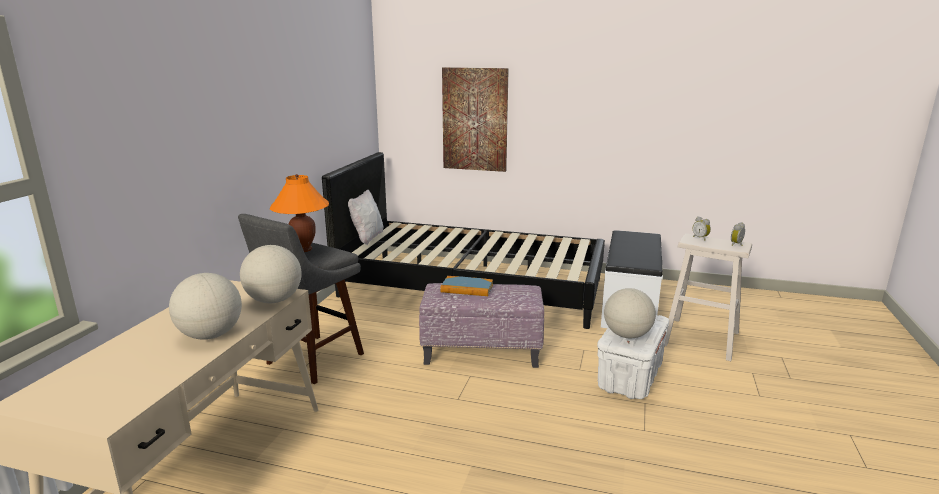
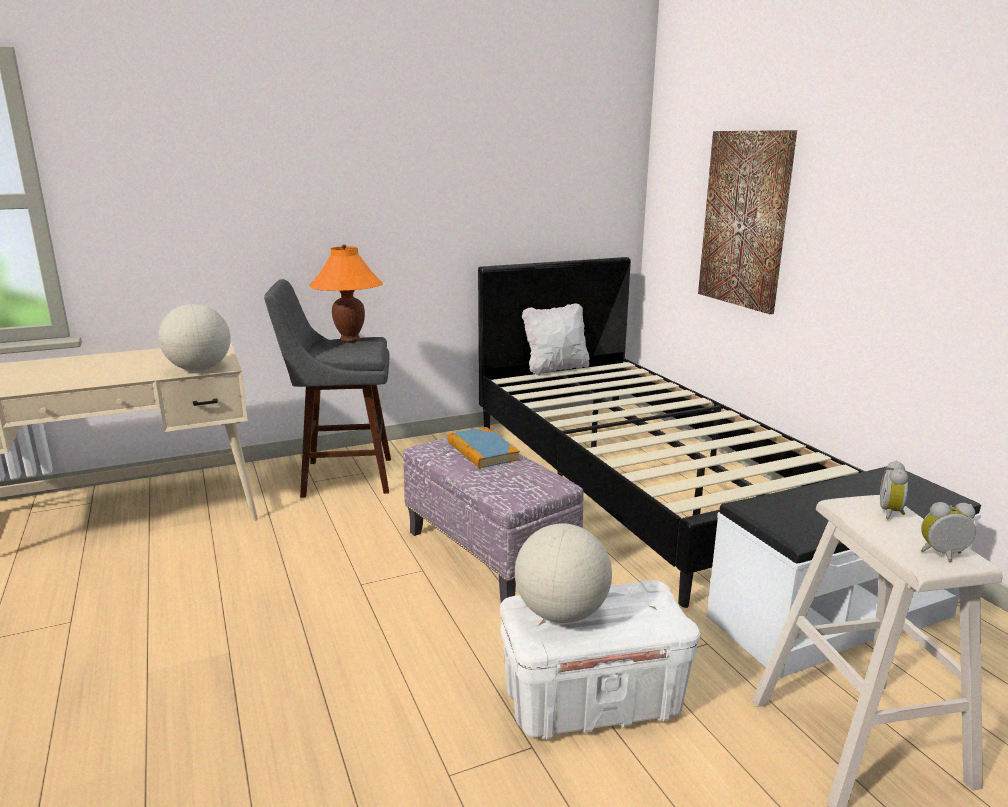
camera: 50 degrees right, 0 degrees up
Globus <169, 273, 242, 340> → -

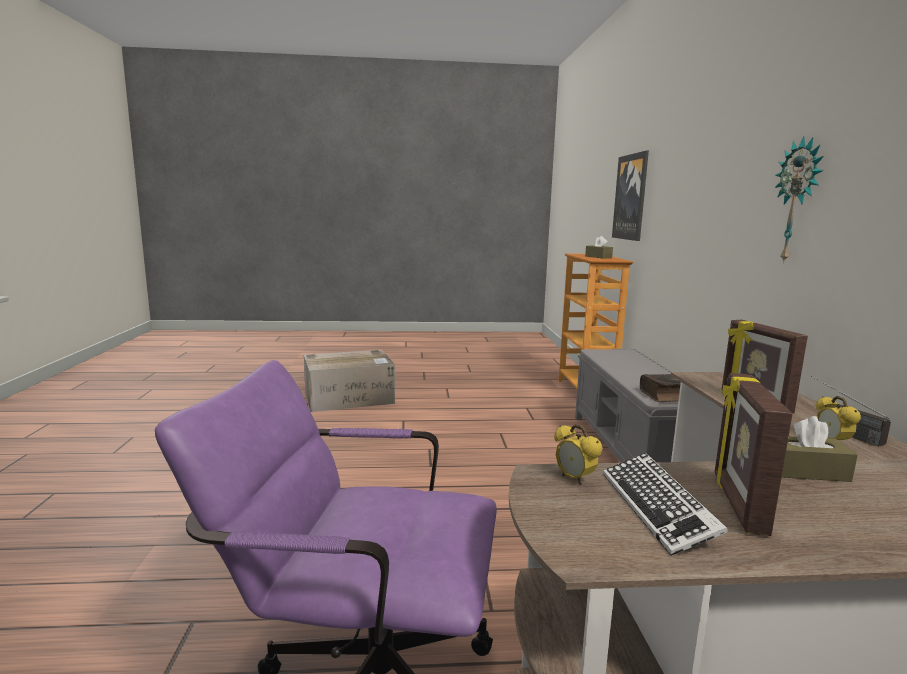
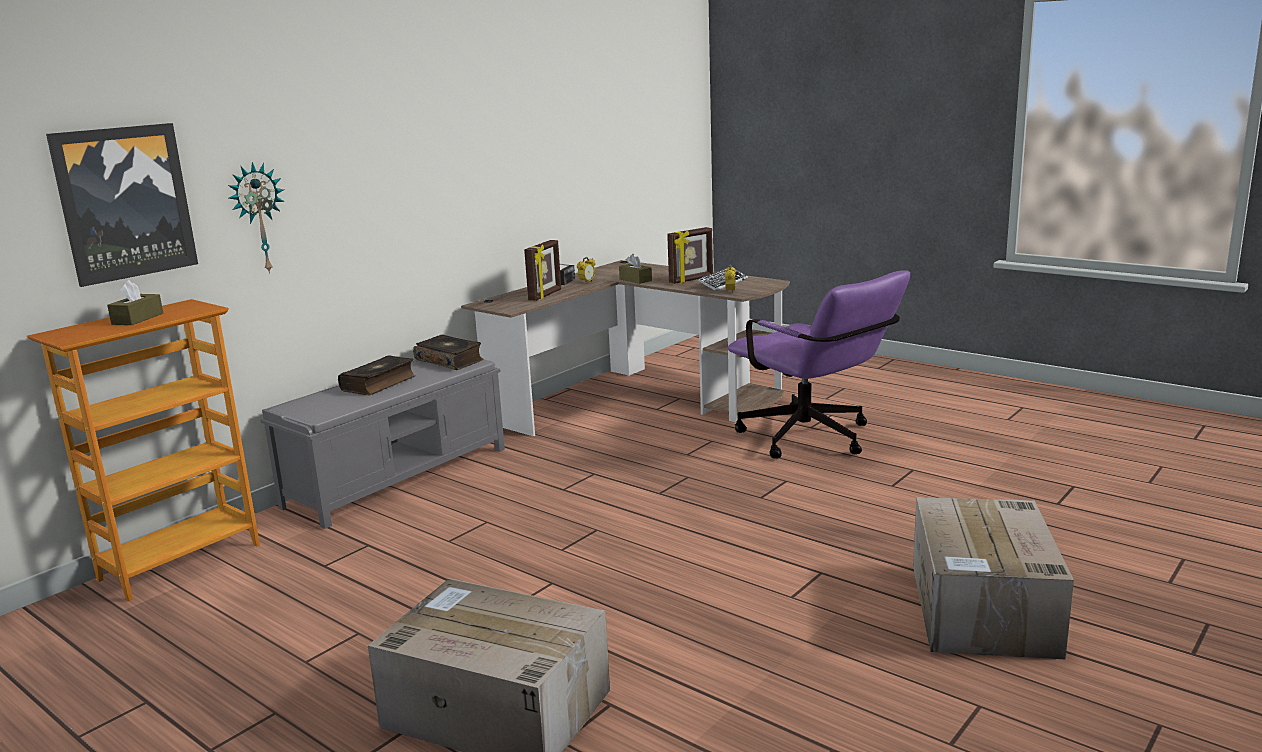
camera: 135 degrees left, 5 degrees up
- → Buch <338, 355, 416, 395>
- → Karton <913, 497, 1074, 660>
Wanduhr <775, 136, 824, 264> → Wanduhr <228, 162, 285, 274>, move

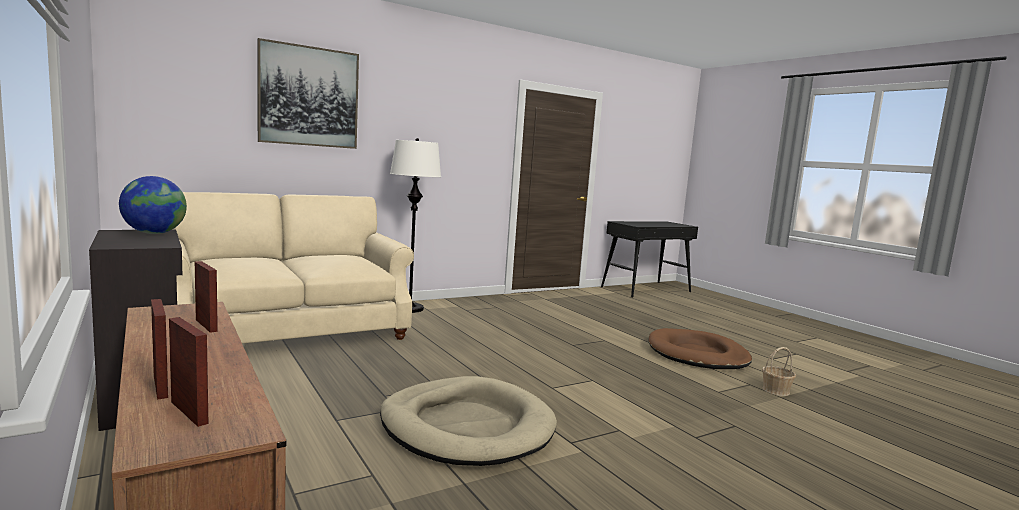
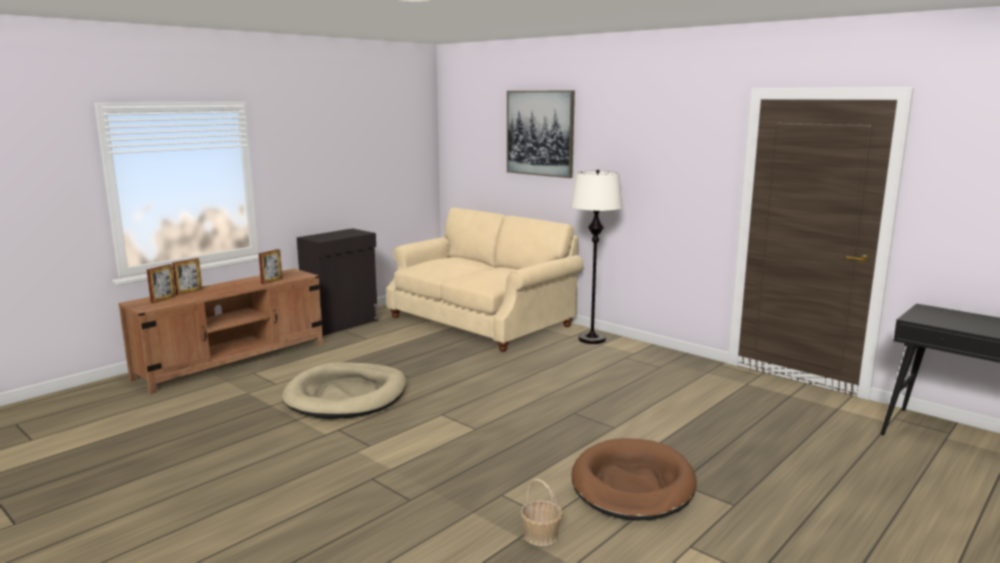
camera: 75 degrees right, 5 degrees up
Globus <119, 176, 187, 234> → -

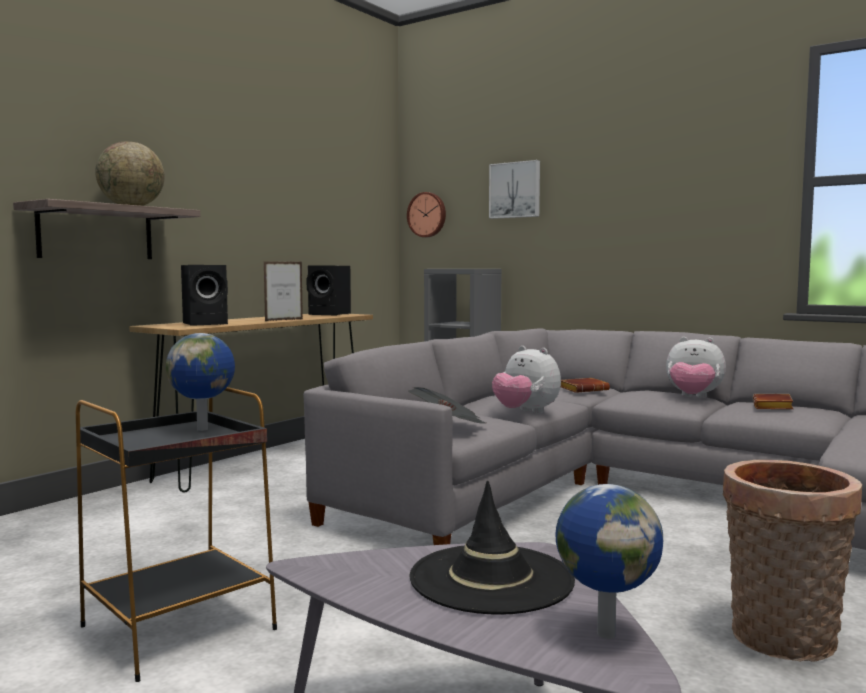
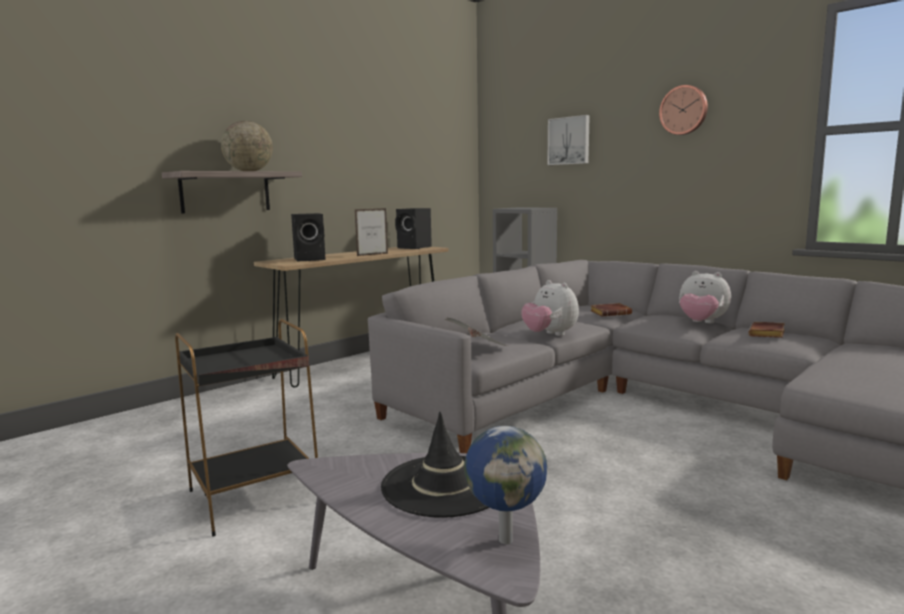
camera: 10 degrees right, 5 degrees up
Globus <166, 333, 235, 431> → -
Korb <723, 460, 862, 662> → -
Wanduhr <407, 192, 446, 237> → Wanduhr <659, 85, 708, 135>, move

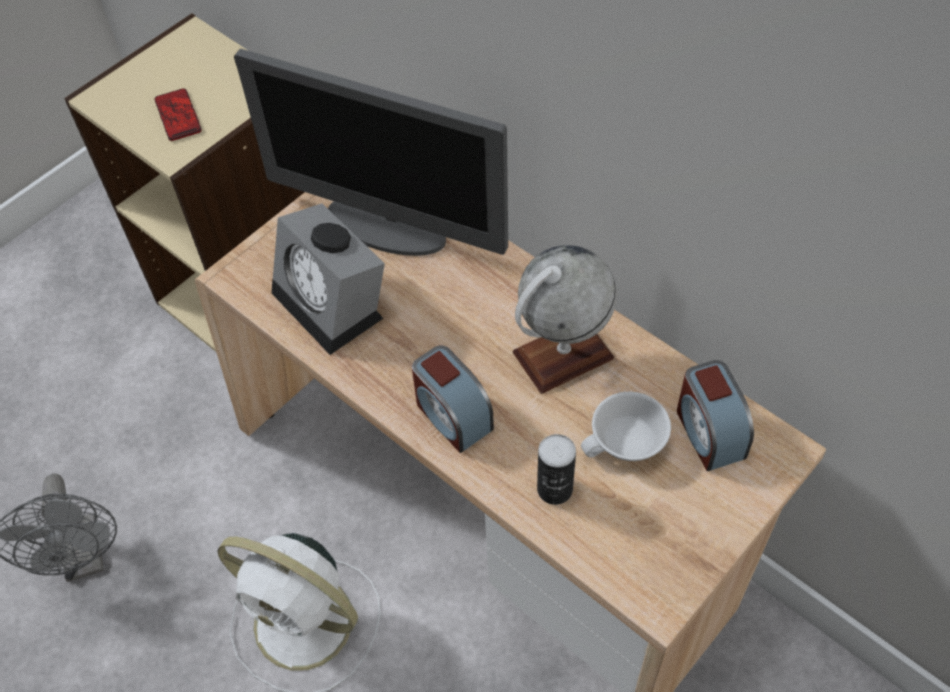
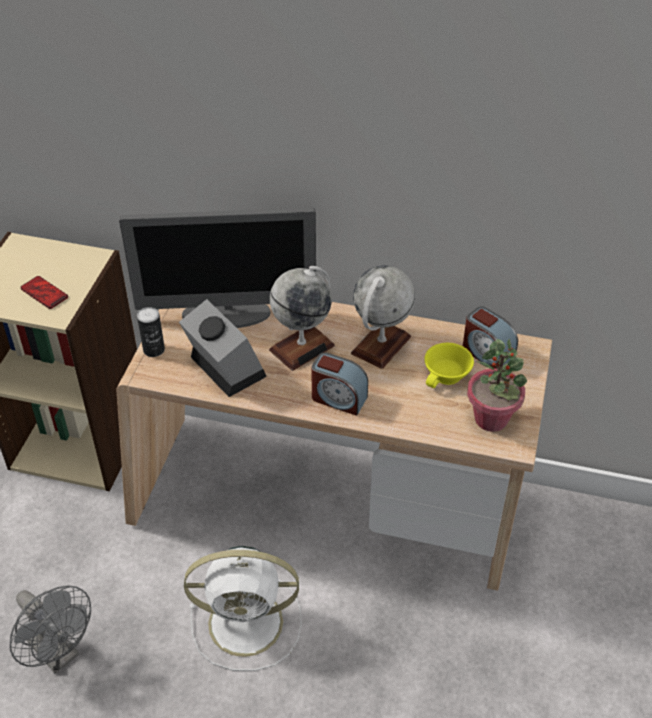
camera: 30 degrees left, 10 degrees down
- → Globus <269, 266, 335, 371>
- → Topfpflanze <467, 339, 527, 432>
Dose <537, 434, 576, 505> → Dose <137, 307, 165, 357>, move
Tasse (weiß) <581, 392, 671, 461> → Tasse (gelb) <424, 343, 474, 388>
Wecker <272, 204, 385, 355> → Wecker <179, 299, 267, 397>, 150 degrees counterclockwise

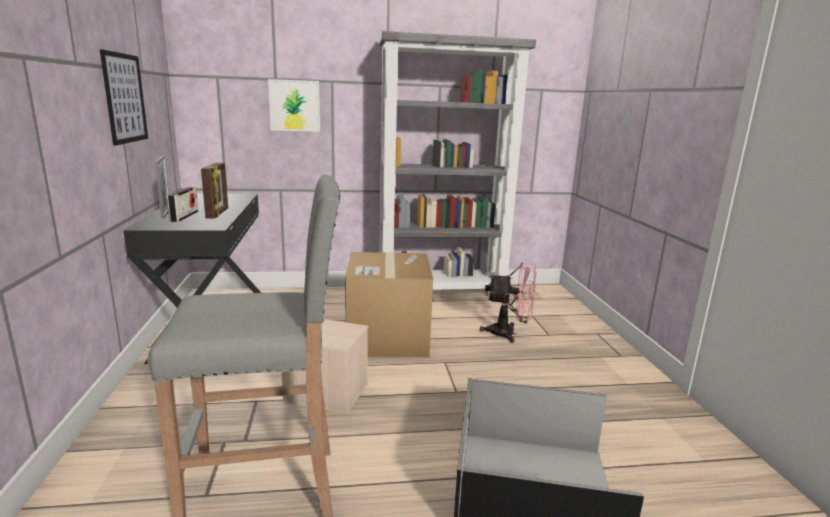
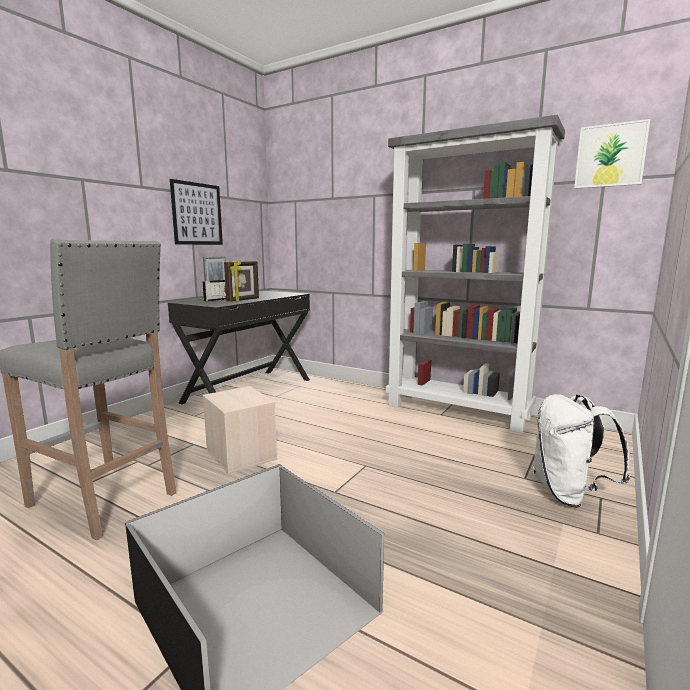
camera: 40 degrees right, 5 degrees down
Karton <345, 252, 433, 357> → -
Ventilator (rosa) <480, 262, 537, 343> → -
- → Rucksack (weiß) <533, 394, 630, 508>
Bild <268, 79, 320, 132> → Bild <574, 119, 650, 189>, move

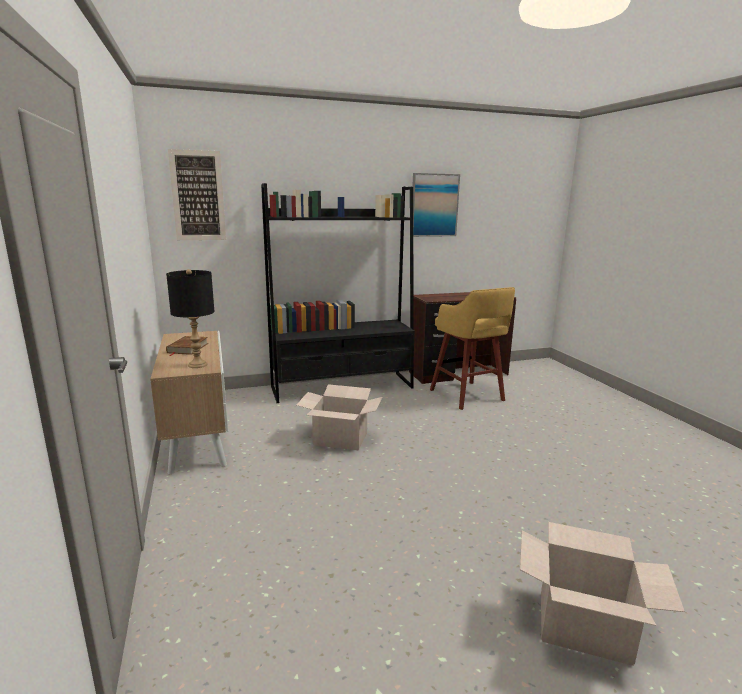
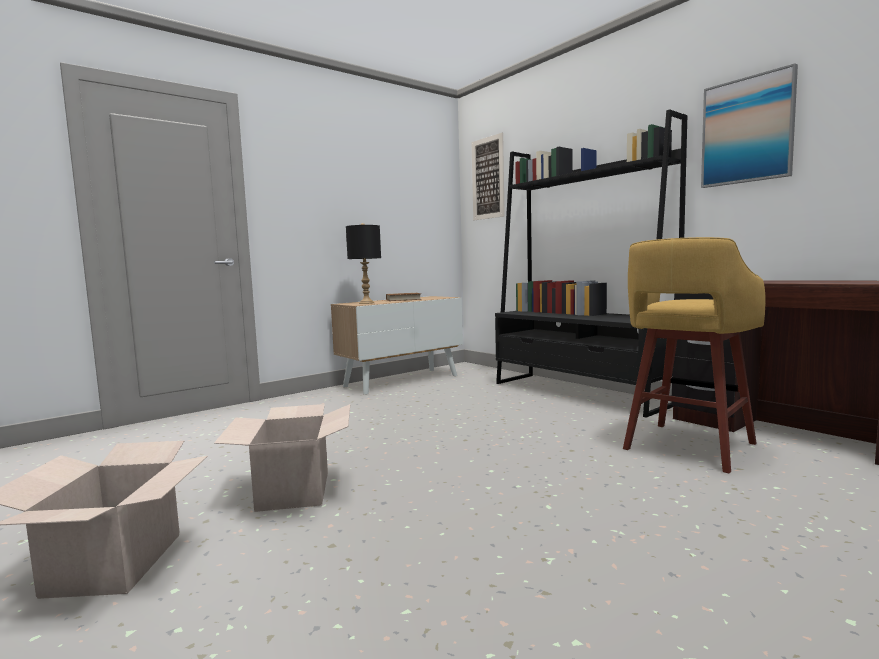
camera: 70 degrees right, 10 degrees down
Karton <297, 384, 383, 450> → Karton <214, 404, 350, 512>, move

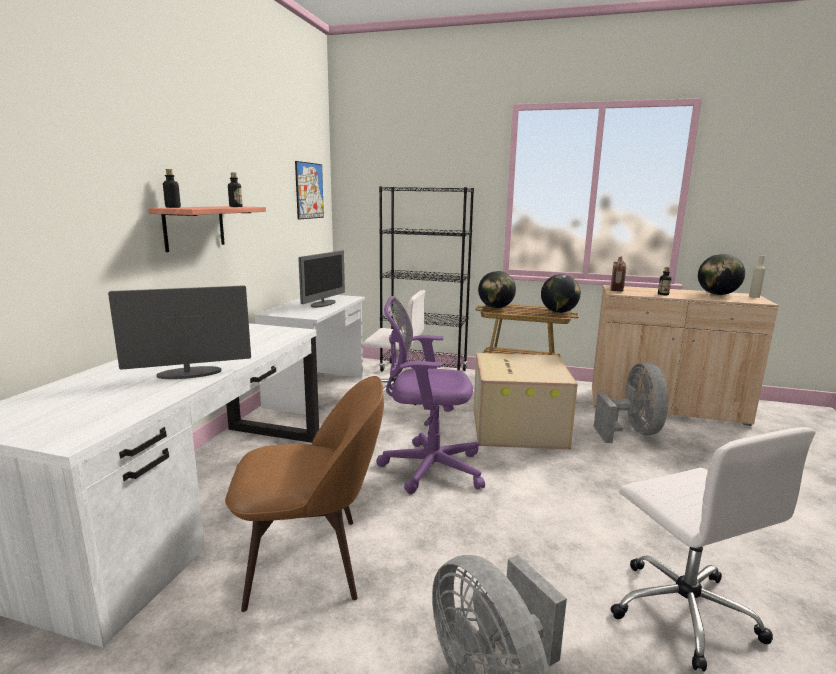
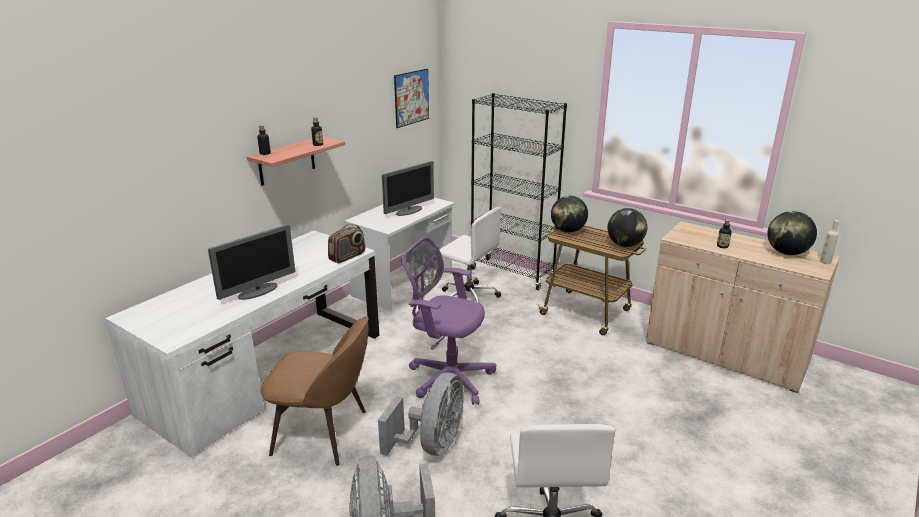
camera: 20 degrees right, 10 degrees up
Karton <474, 353, 578, 449> → -
Ventilator (grau) <594, 362, 668, 443> → Ventilator (grau) <378, 372, 463, 456>, move
Radio <611, 256, 627, 292> → Radio <328, 224, 365, 263>, move
Monitor <108, 285, 251, 379> → Monitor <208, 224, 295, 300>, 135 degrees clockwise

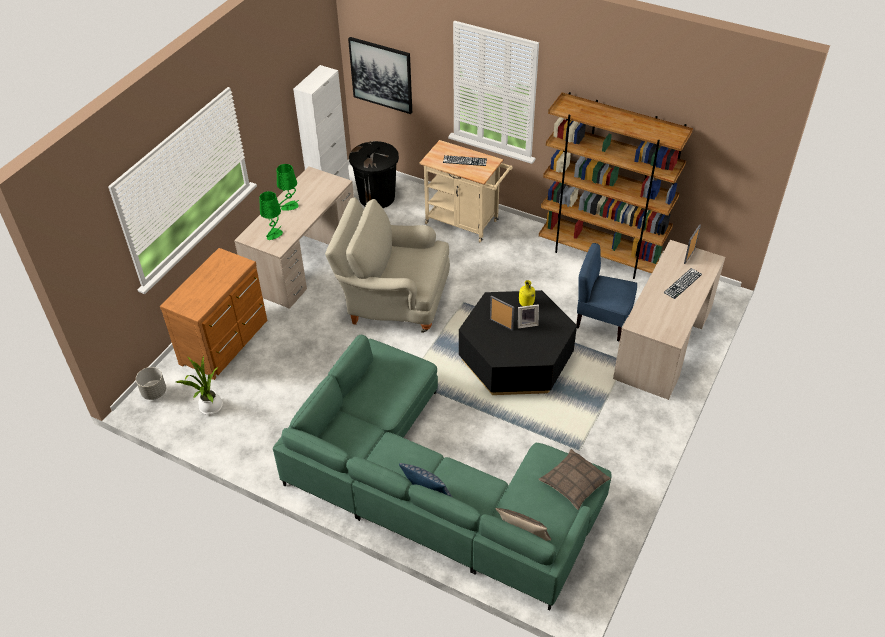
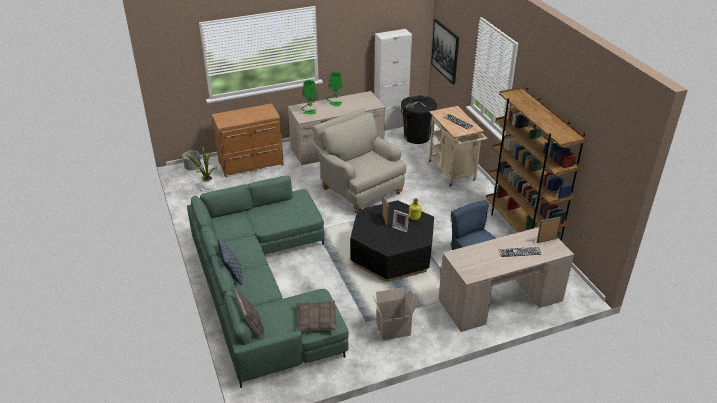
camera: 40 degrees right, 10 degrees down
- → Karton <373, 287, 417, 341>

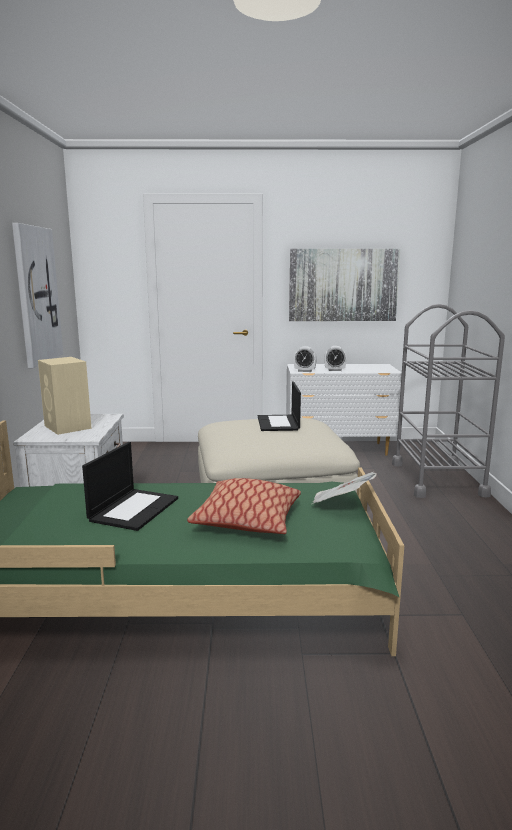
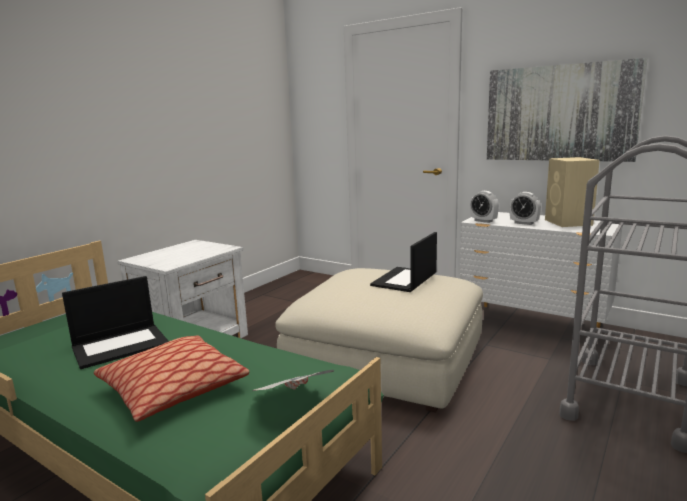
camera: 35 degrees right, 0 degrees up
Bild <12, 223, 63, 368> → -
Lautsprecher (beige) <38, 357, 92, 435> → Lautsprecher (beige) <545, 157, 600, 227>, move

